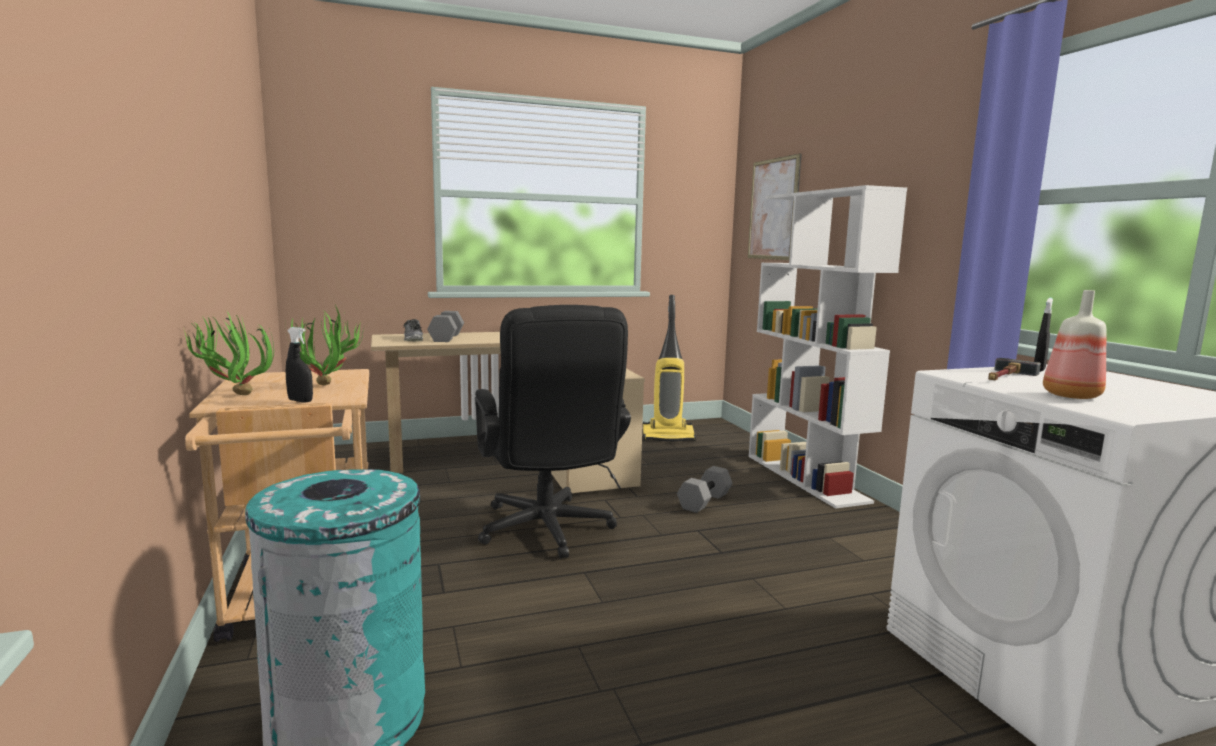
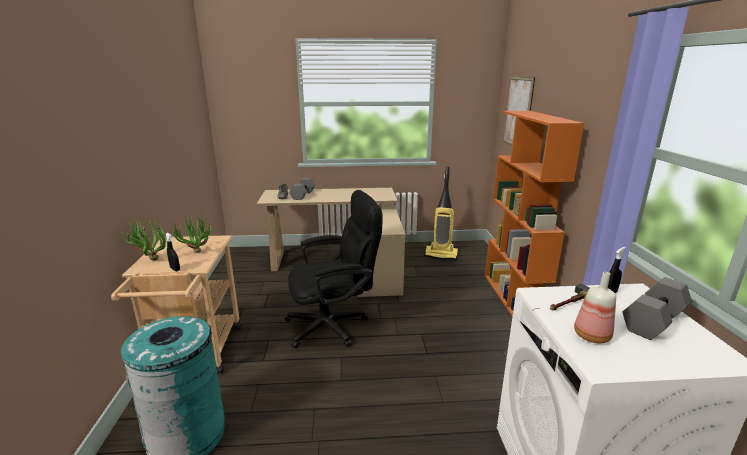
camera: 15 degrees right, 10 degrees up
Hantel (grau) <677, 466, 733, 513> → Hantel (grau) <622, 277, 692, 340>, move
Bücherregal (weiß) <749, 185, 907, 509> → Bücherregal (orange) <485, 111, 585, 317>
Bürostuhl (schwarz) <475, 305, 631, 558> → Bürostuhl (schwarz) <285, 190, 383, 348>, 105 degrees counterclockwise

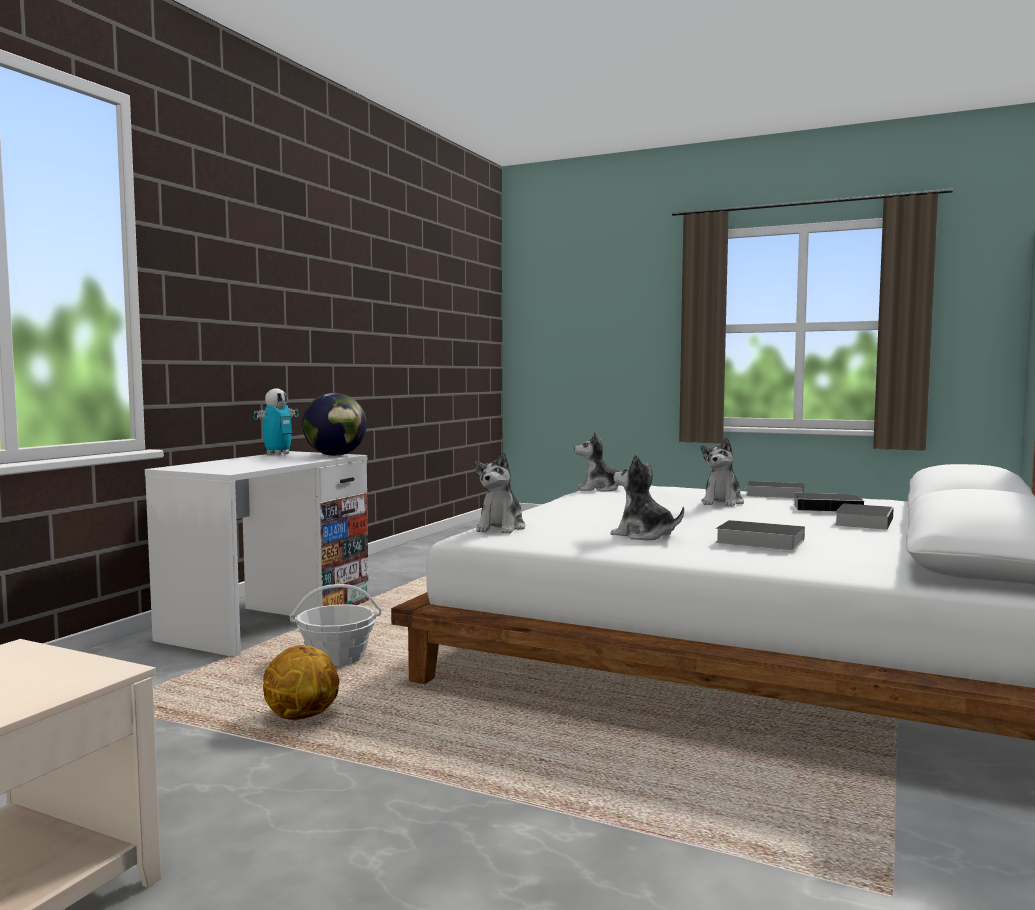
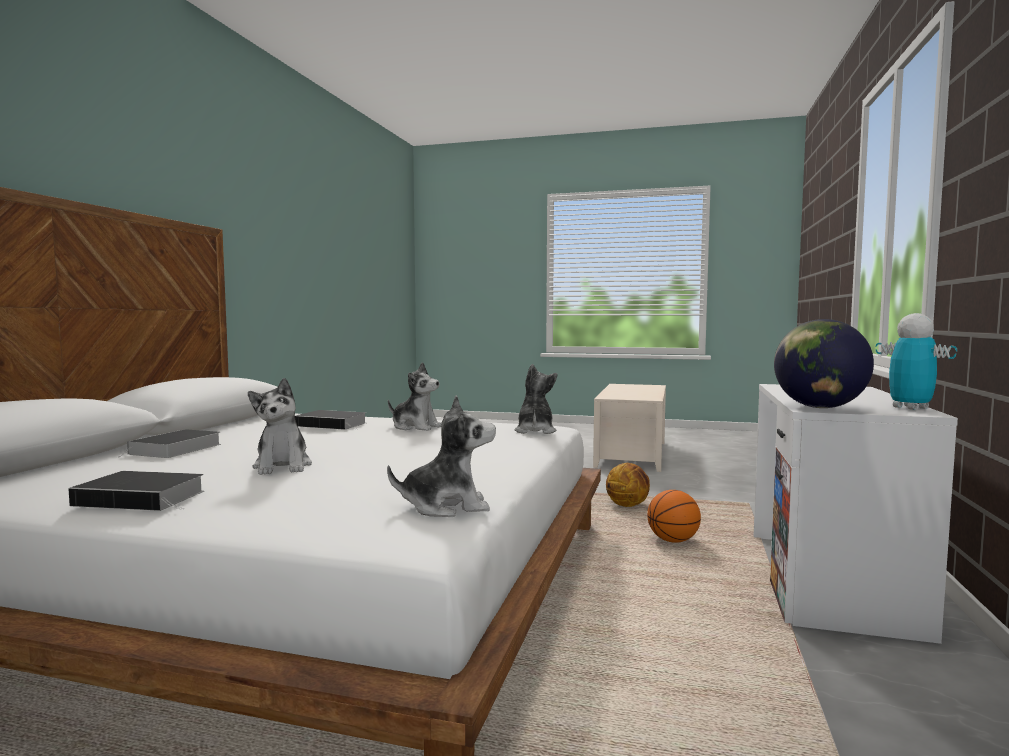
camera: 170 degrees right, 0 degrees up
Buch <793, 493, 864, 511> → -
Korb <290, 584, 382, 666> → Basketball <647, 490, 701, 543>
Spielzeugroboter <254, 388, 299, 455> → Spielzeugroboter <876, 313, 957, 410>, 135 degrees clockwise
Plüschtier <701, 437, 744, 507> → Plüschtier <248, 378, 312, 475>, 150 degrees clockwise

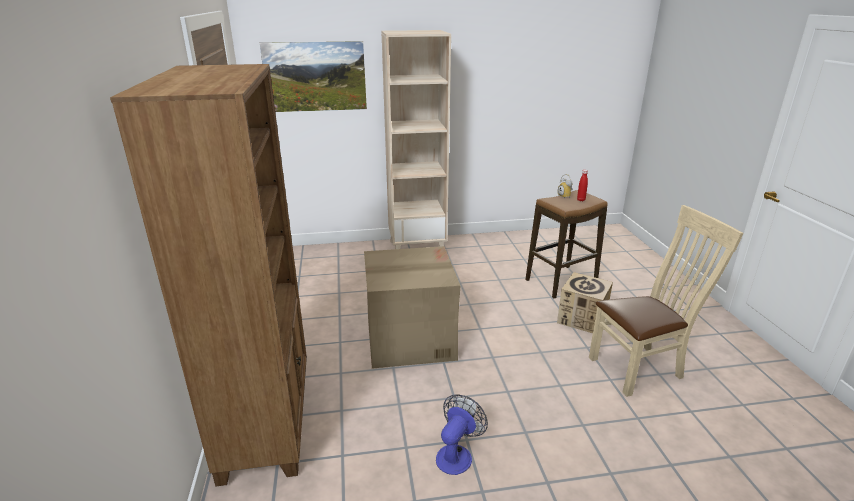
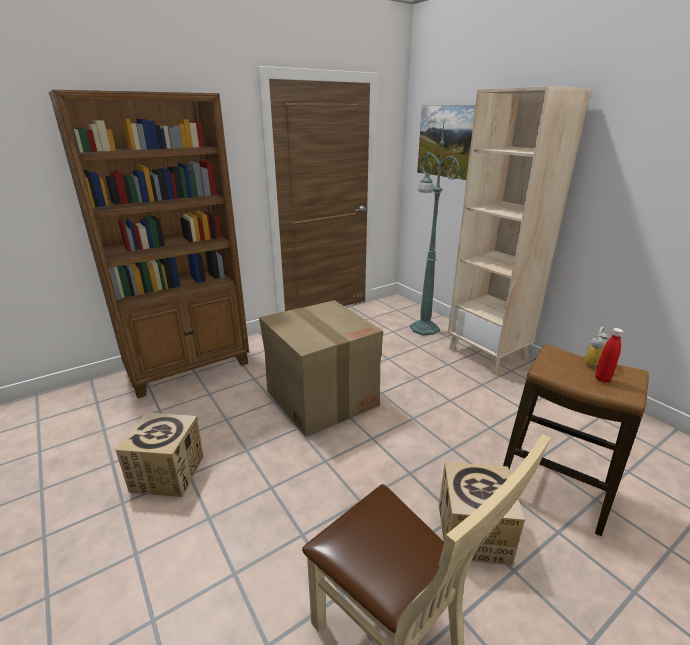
camera: 65 degrees right, 0 degrees up
- → Stehlampe (grün) <410, 116, 460, 335>
Ventilator <436, 394, 488, 475> → Karton <116, 412, 204, 497>

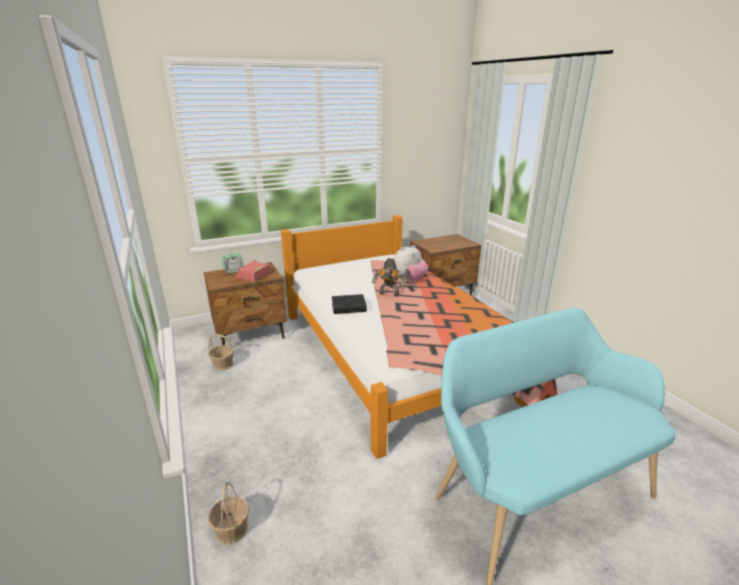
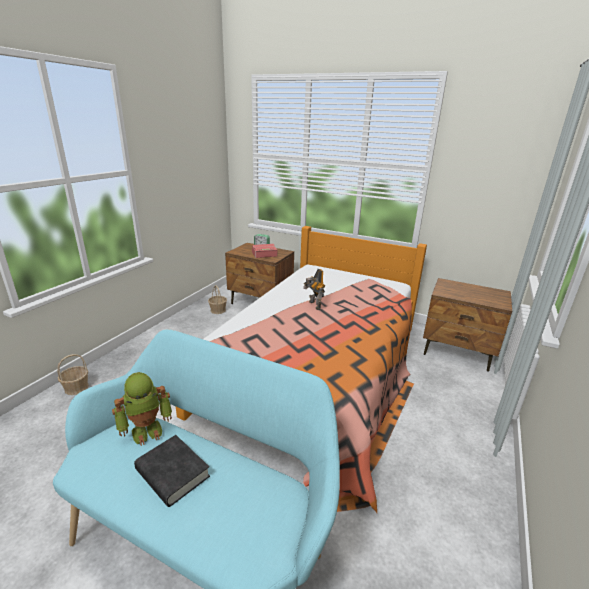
camera: 50 degrees right, 0 degrees up
Plüschtier <394, 245, 429, 280> → -
- → Spielzeugroboter <112, 372, 172, 446>
Buch (schwarz) <332, 294, 367, 314> → Buch (schwarz) <134, 435, 210, 507>, move

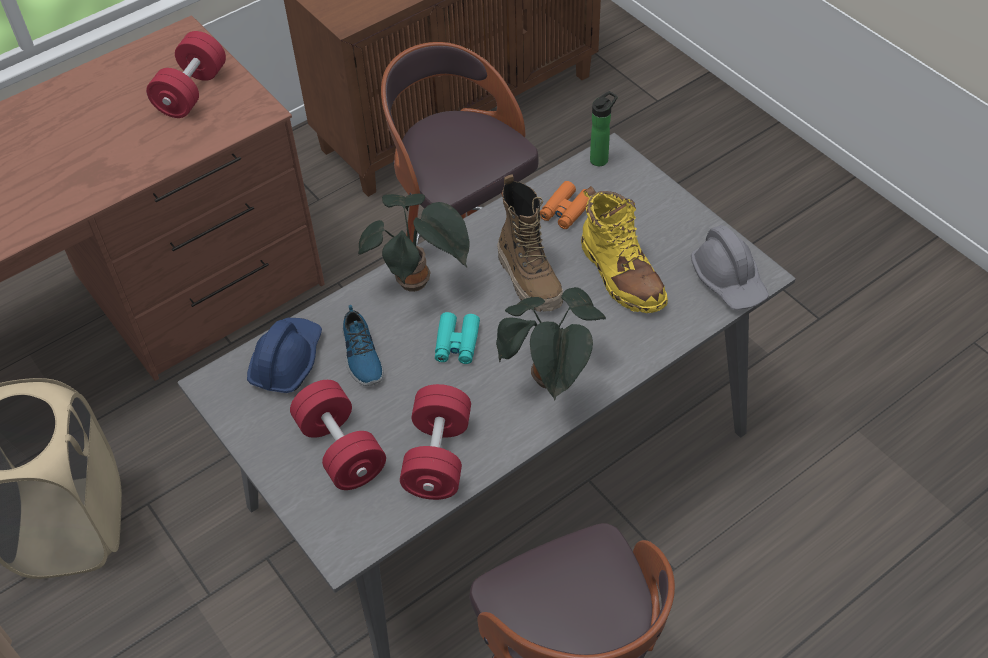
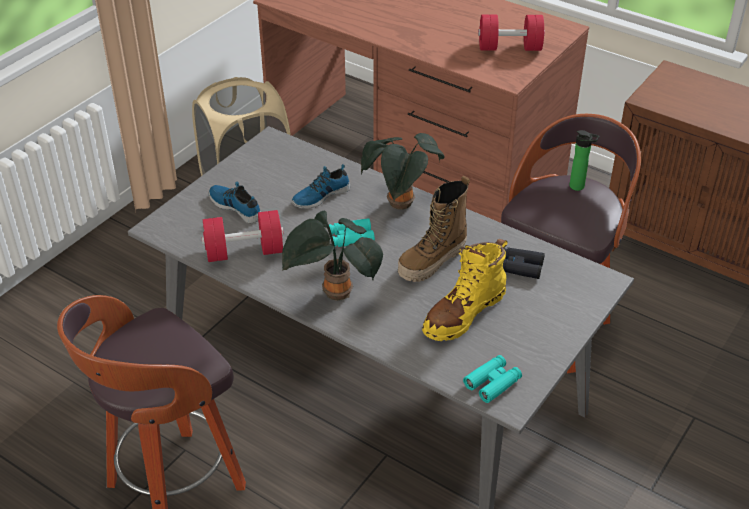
camera: 70 degrees right, 10 degrees down
Schutzhelm (blau) <247, 318, 322, 393> → -
Flasche <590, 91, 618, 166> → Flasche <569, 130, 599, 191>, move
Hantel (rot) <290, 380, 386, 490> → Schuh <209, 182, 261, 223>
Schutzhelm (grau) <691, 225, 769, 310> → Fernglas (türkis) <463, 355, 522, 403>
Fernglas (orange) <540, 181, 590, 229> → Fernglas (schwarz) <503, 247, 545, 279>

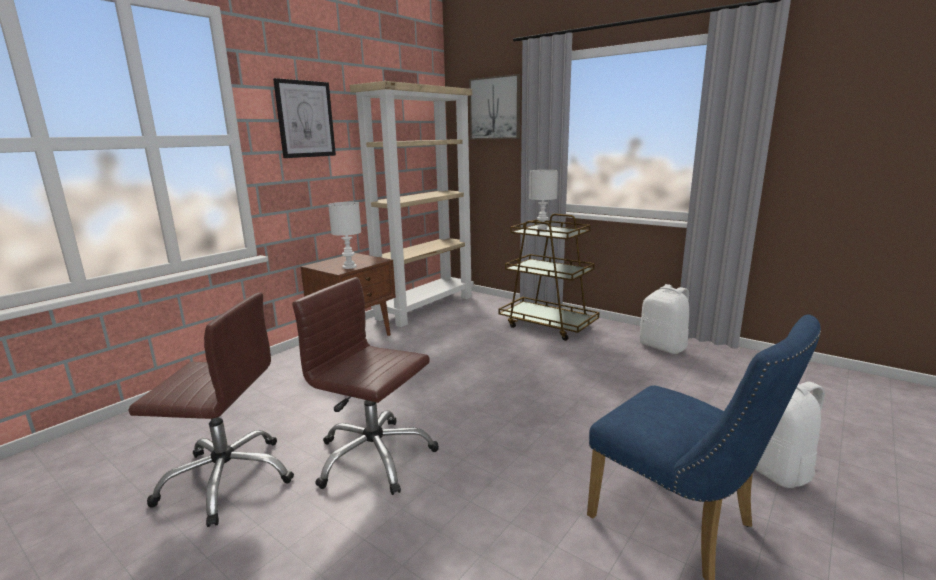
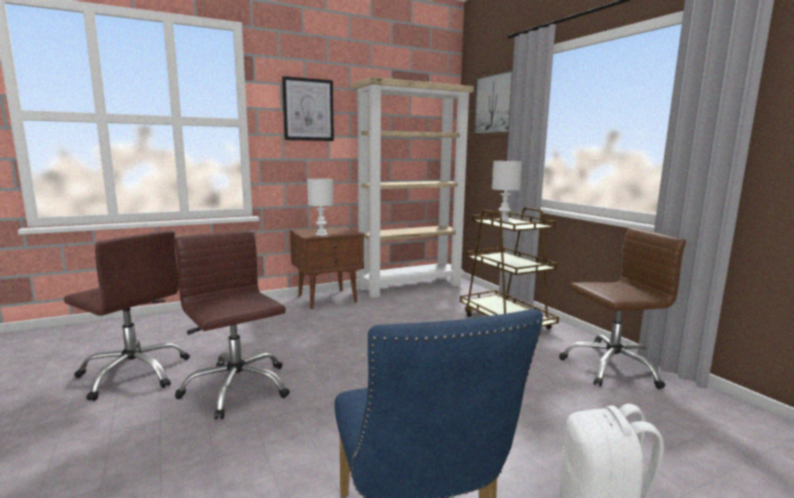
camera: 25 degrees right, 5 degrees down
Rucksack (weiß) <639, 284, 689, 354> → Bürostuhl (braun) <559, 227, 686, 389>

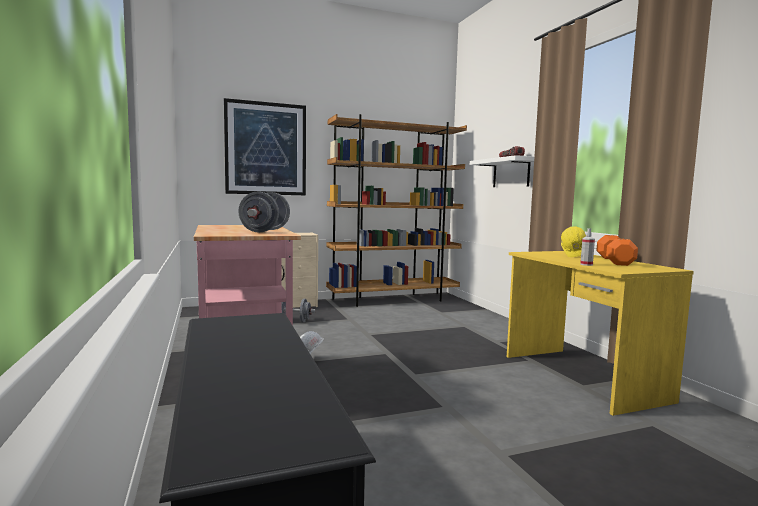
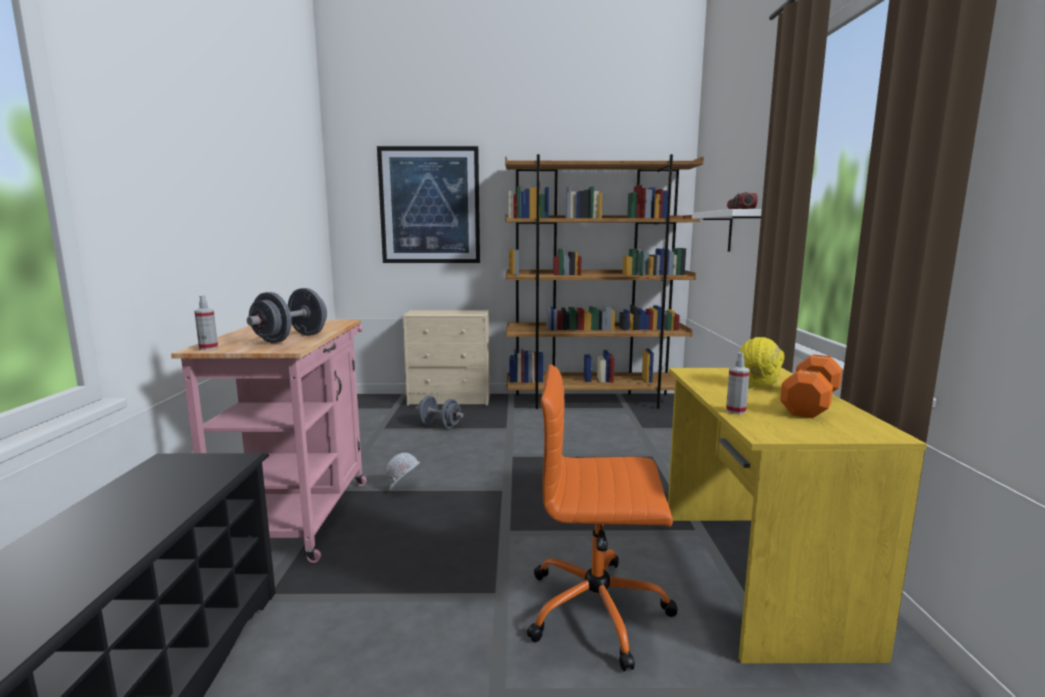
camera: 20 degrees right, 5 degrees up
- → Sprühflasche <194, 295, 218, 350>
- → Bürostuhl (orange) <527, 364, 678, 672>

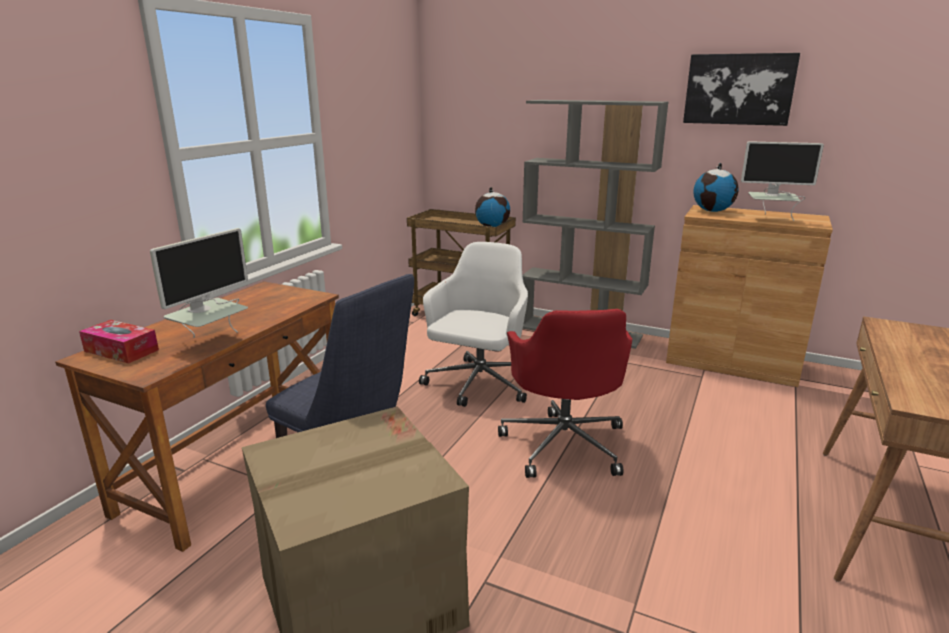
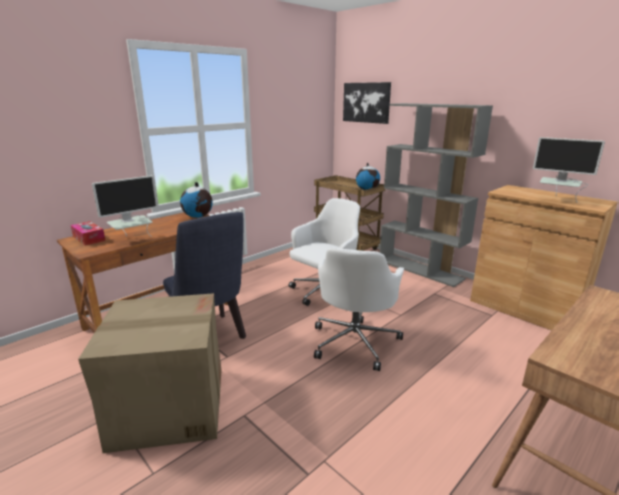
camera: 20 degrees right, 0 degrees up
Bild <683, 53, 800, 126> → Bild <343, 82, 391, 124>, move
Globus <693, 163, 738, 212> → Globus <180, 182, 213, 218>, move
Bürostuhl (rot) <498, 309, 632, 478> → Bürostuhl (weiß) <314, 247, 404, 371>

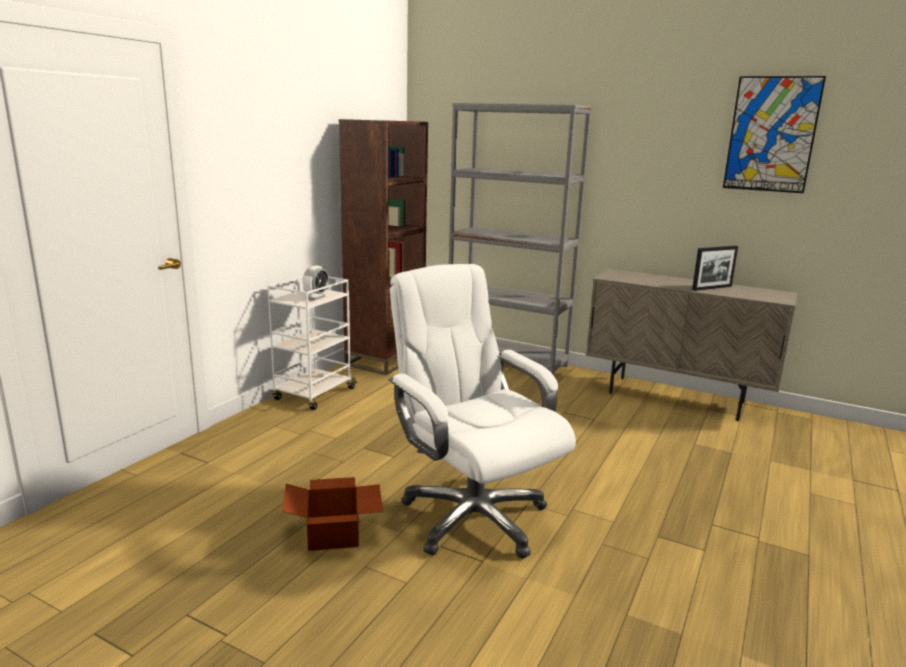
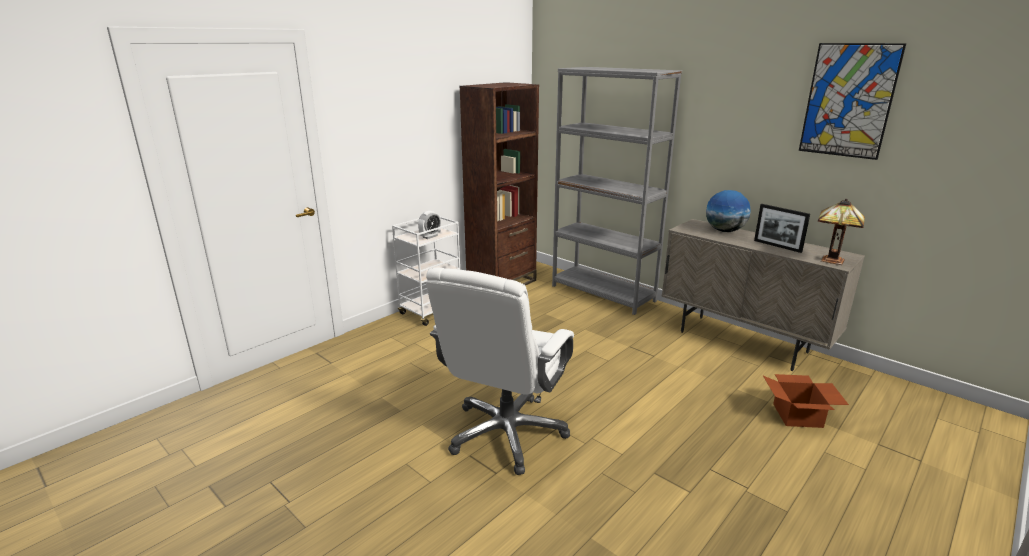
camera: 15 degrees right, 5 degrees up
- → Globus <706, 190, 751, 232>
- → Tischlampe <818, 199, 865, 265>
Karton <282, 477, 383, 551> → Karton <763, 374, 849, 428>, move
Bürostuhl (weiß) <388, 264, 576, 558> → Bürostuhl (weiß) <426, 268, 574, 475>, 135 degrees counterclockwise
Bilderrahmen <692, 246, 738, 291> → Bilderrahmen <754, 204, 810, 253>, 60 degrees clockwise

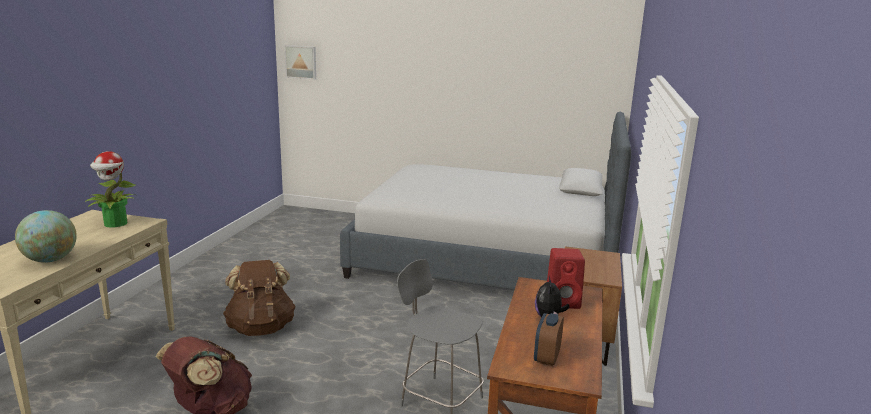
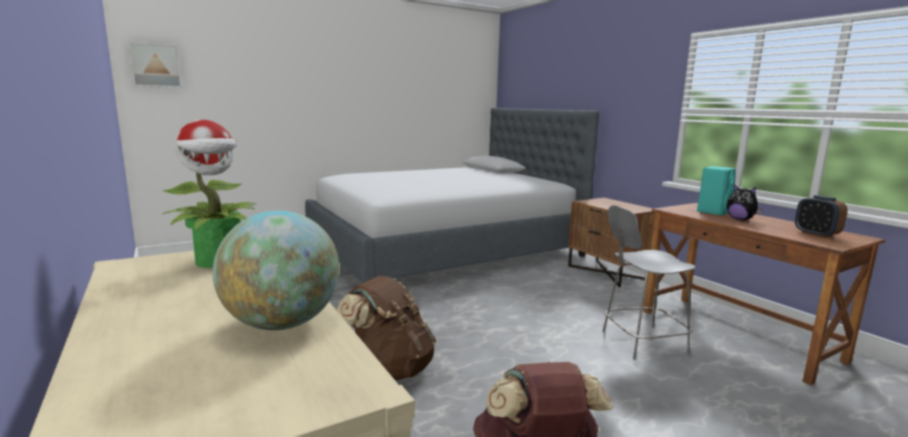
camera: 45 degrees left, 5 degrees down
Lautsprecher (rot) <547, 248, 585, 309> → Lautsprecher (türkis) <697, 166, 736, 216>

